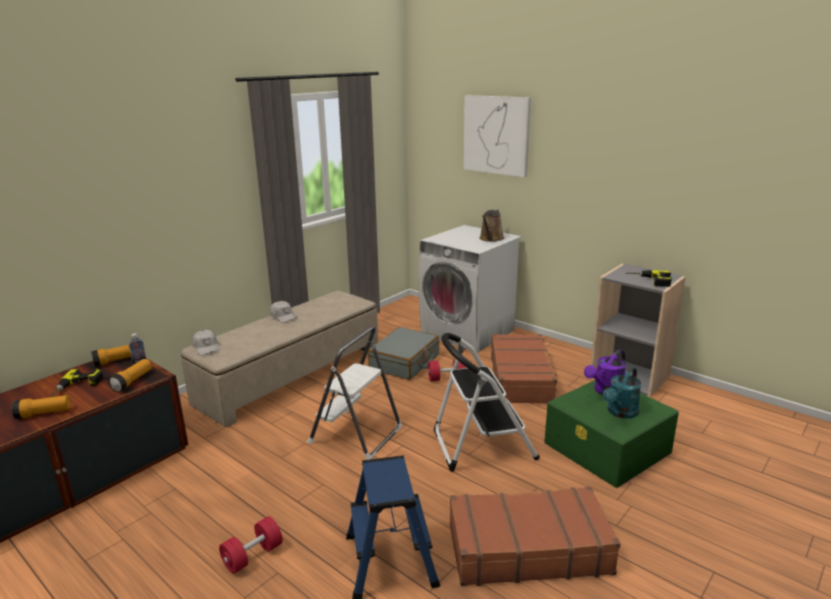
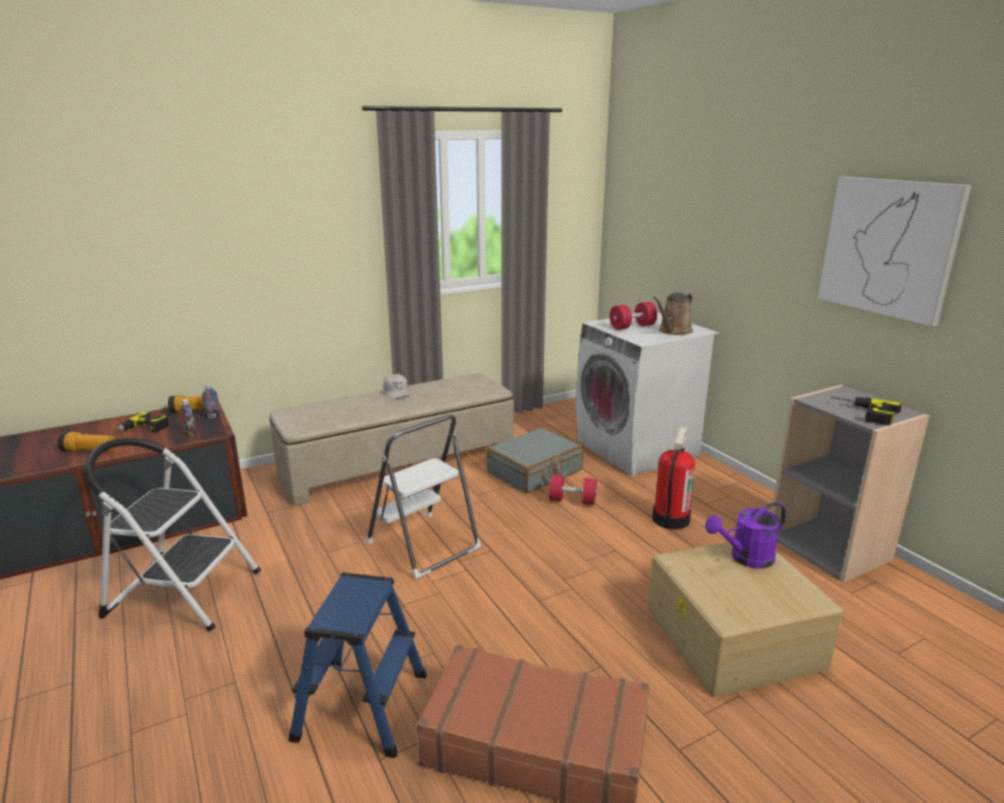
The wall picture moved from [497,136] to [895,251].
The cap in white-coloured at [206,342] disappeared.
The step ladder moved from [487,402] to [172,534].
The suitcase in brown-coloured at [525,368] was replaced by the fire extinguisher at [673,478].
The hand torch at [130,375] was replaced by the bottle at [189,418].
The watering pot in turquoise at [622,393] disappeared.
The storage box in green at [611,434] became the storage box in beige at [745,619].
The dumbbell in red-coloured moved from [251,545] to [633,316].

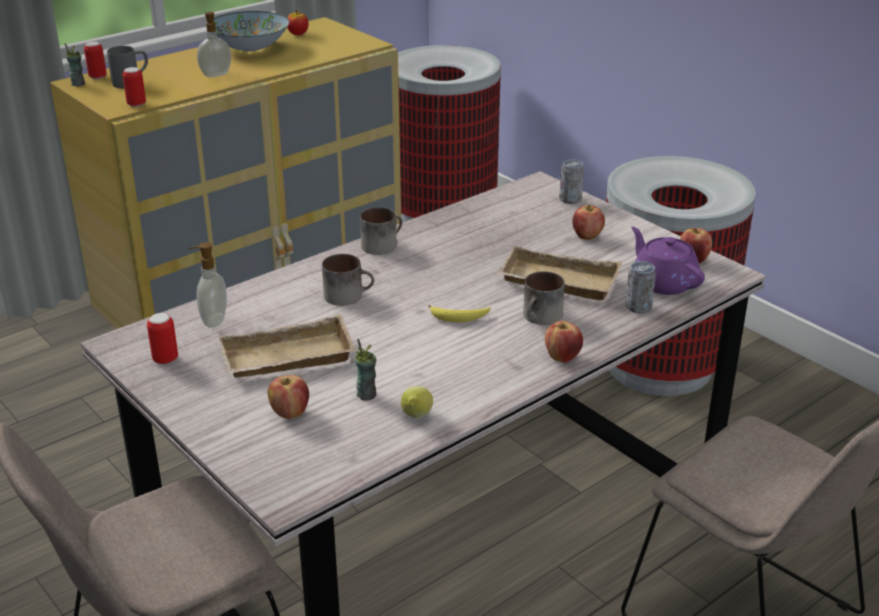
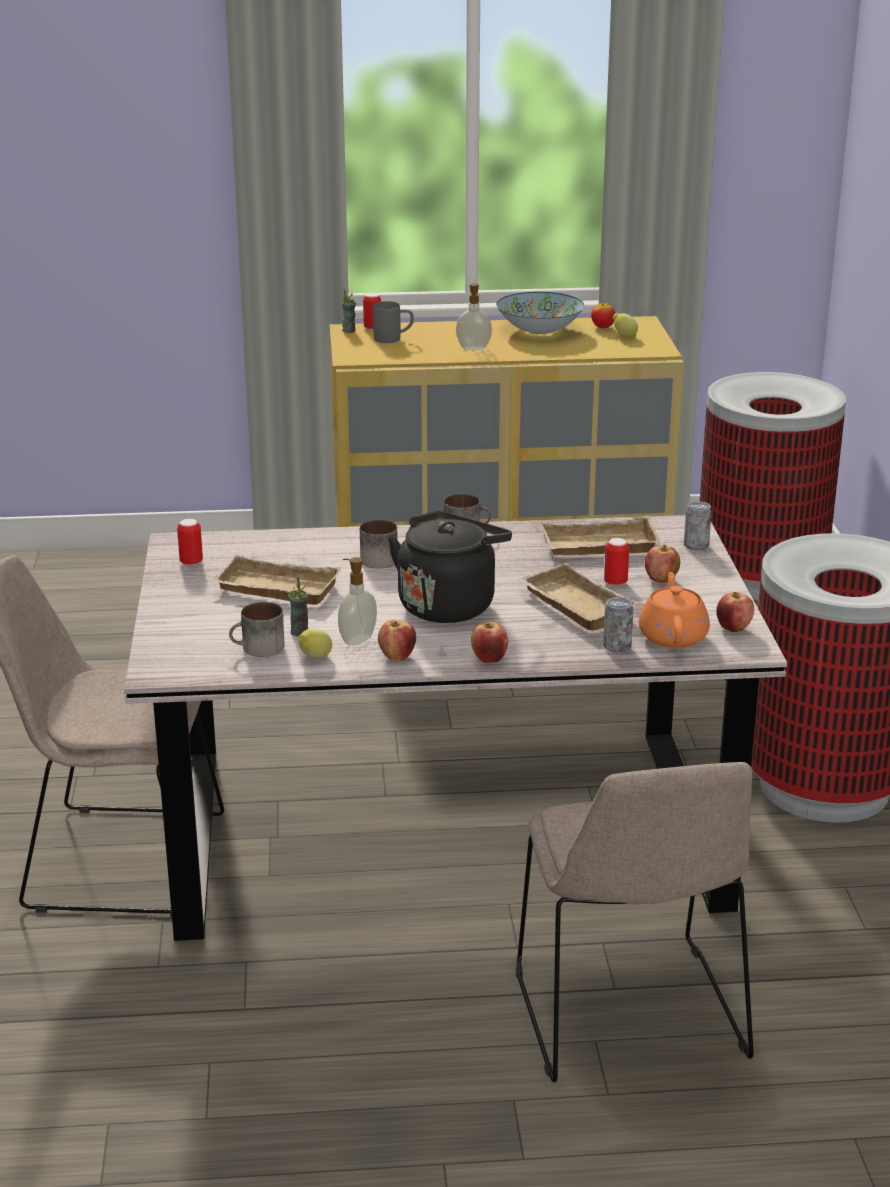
The can moved from [134,87] to [616,562].
The teapot in purple-coloured at [668,261] became the teapot in orangey at [674,610].
The liquid soap bottle moved from [208,285] to [357,601].
The mug moved from [544,298] to [257,629].
The banana fruit at [459,313] was replaced by the tea kettle in blackish at [450,567].
The whole apple moved from [288,397] to [397,640].
The whole lemon at [625,325] appeared.
The serving tray in beige at [601,535] appeared.

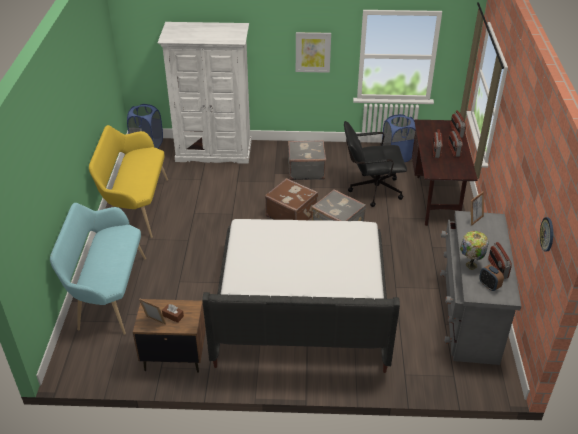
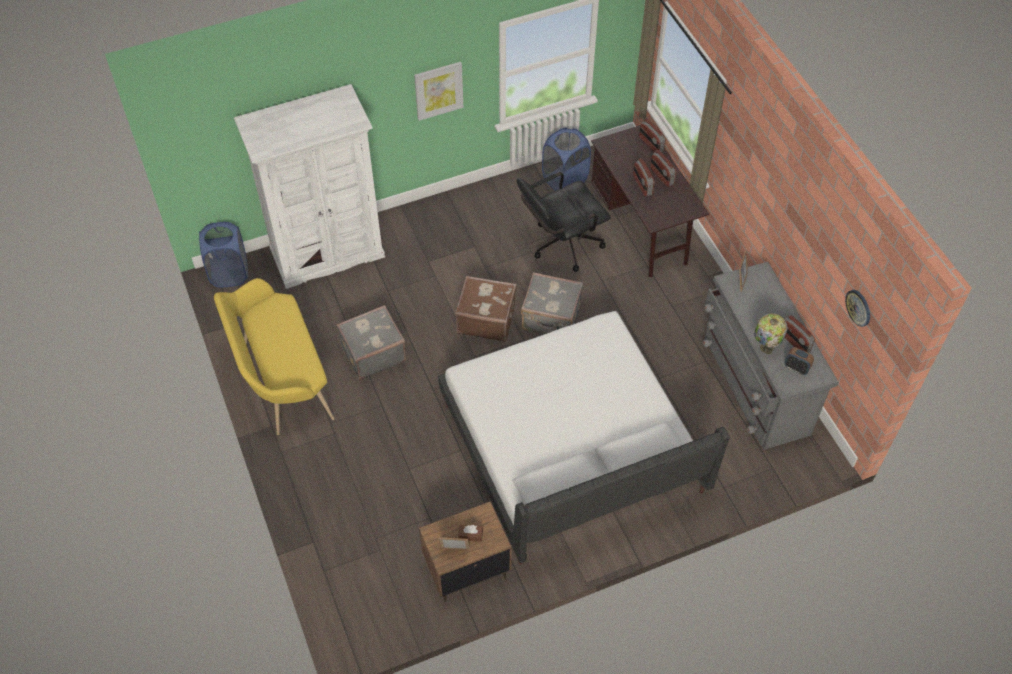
The suitcase in grey moved from [307,160] to [371,342].
The indoor bench in turquoise at [98,269] disappeared.

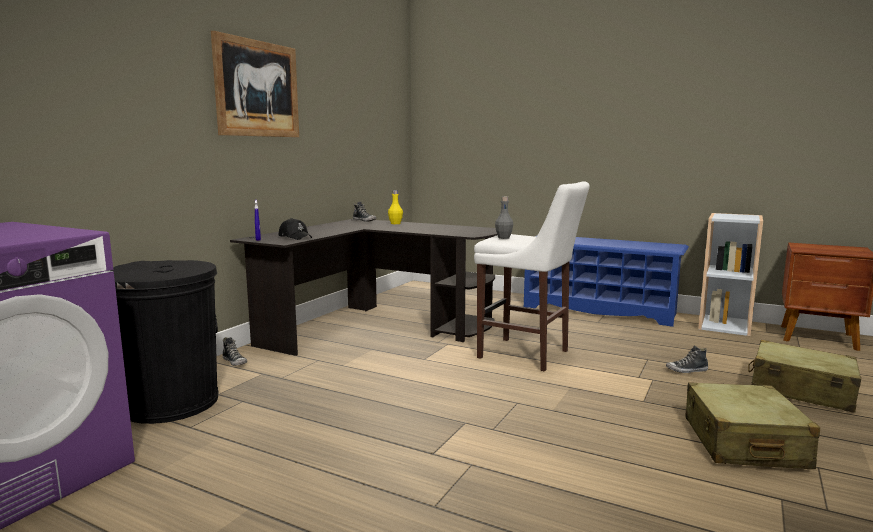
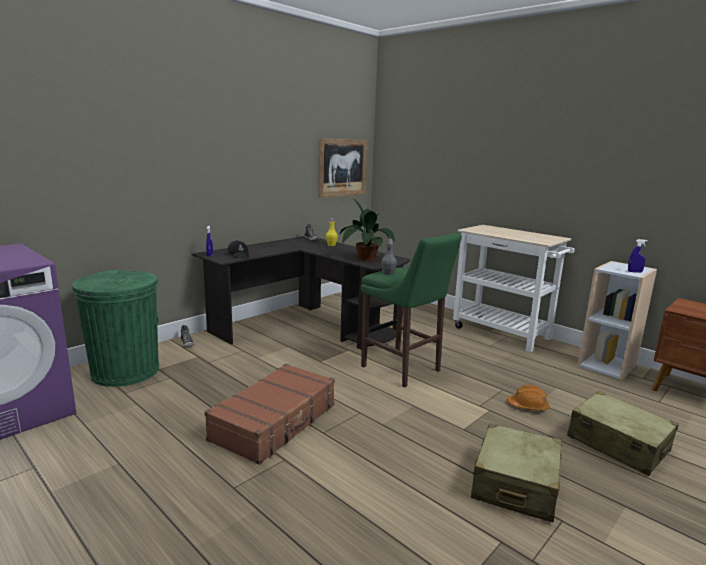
The wall picture moved from [255,84] to [342,168].
The stool in white-coloured at [532,276] became the stool in green at [411,310].
The shoe shelf in blue at [606,281] was replaced by the wheeled cart in white-coloured at [514,288].
The rubbish bin in blackish at [164,342] became the rubbish bin in green at [115,328].
The low shoe at [687,359] was replaced by the hard hat in orangey at [528,398].
The houseplant at [367,229] appeared.
The hand sprayer in blue at [638,256] appeared.
The suitcase in brown-coloured at [269,414] appeared.

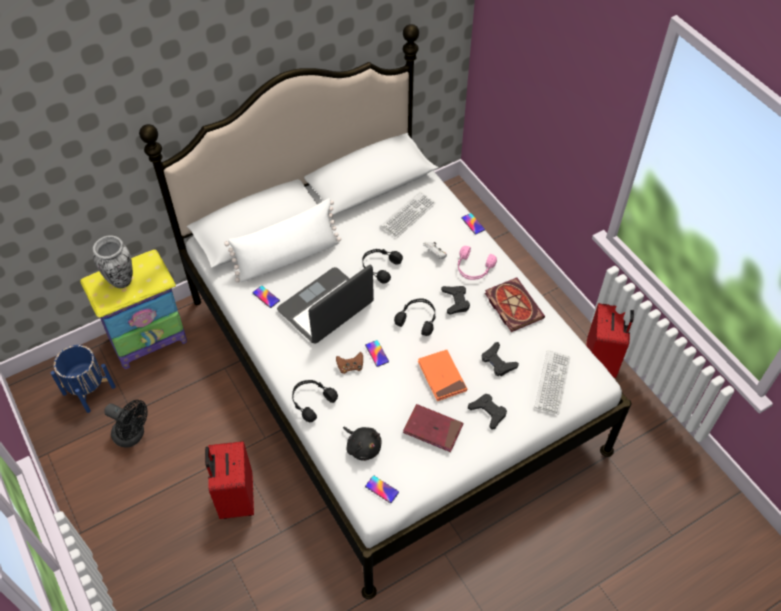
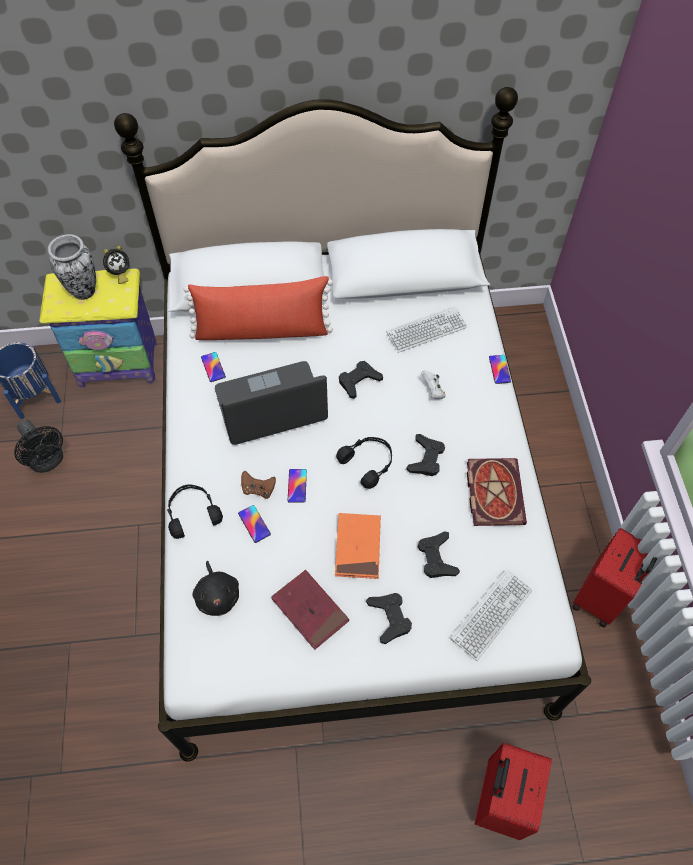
The throw pillow in white-coloured at [282,240] became the throw pillow in red-coloured at [258,308].
The pair of headphones in pinkish at [477,263] disappeared.
The pair of headphones in blackish at [382,266] was replaced by the game controller in blackish at [361,380].
The suitcase in red-coloured moved from [229,480] to [513,791].
The phone moved from [382,489] to [254,524].
The alarm clock at [116,265] appeared.

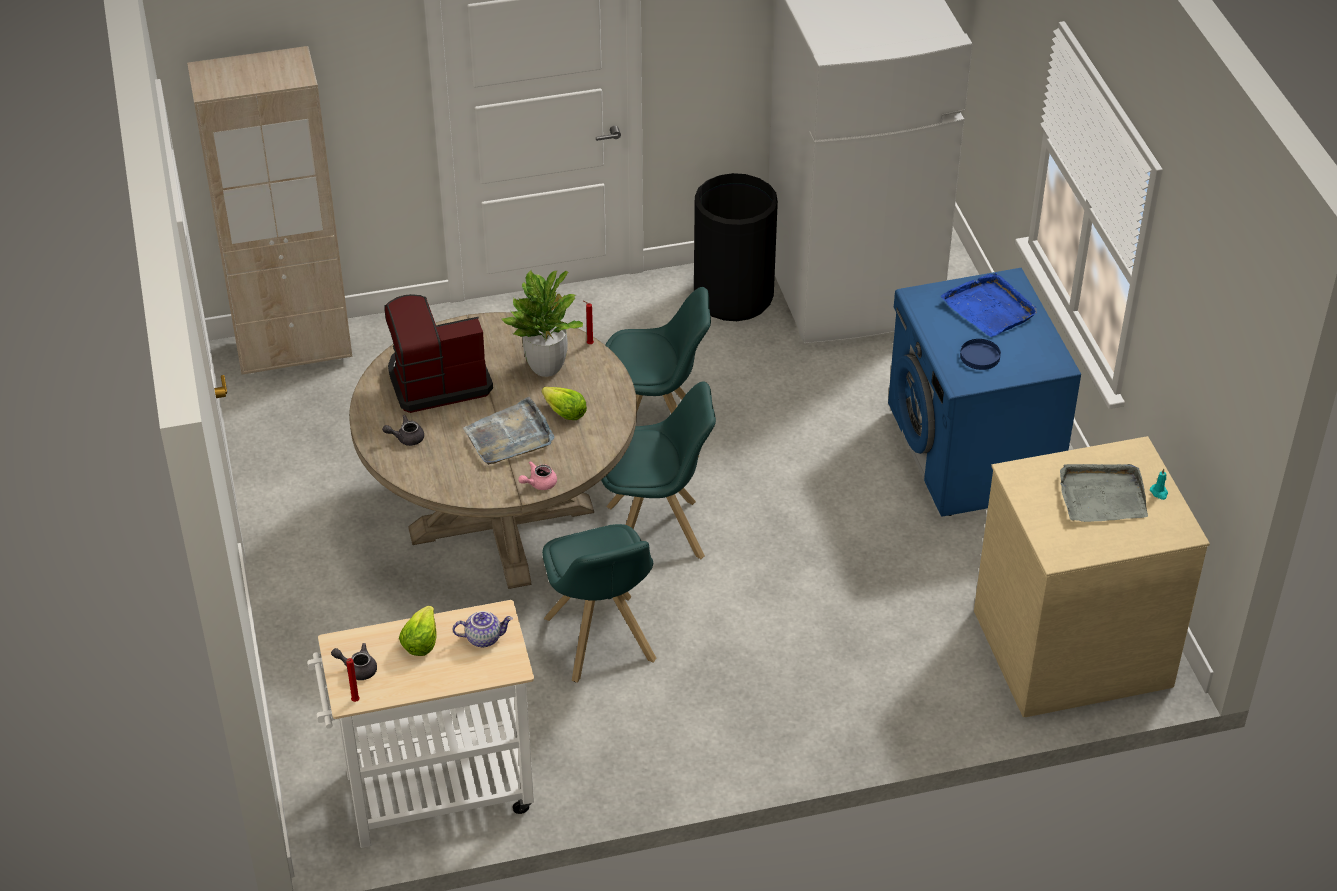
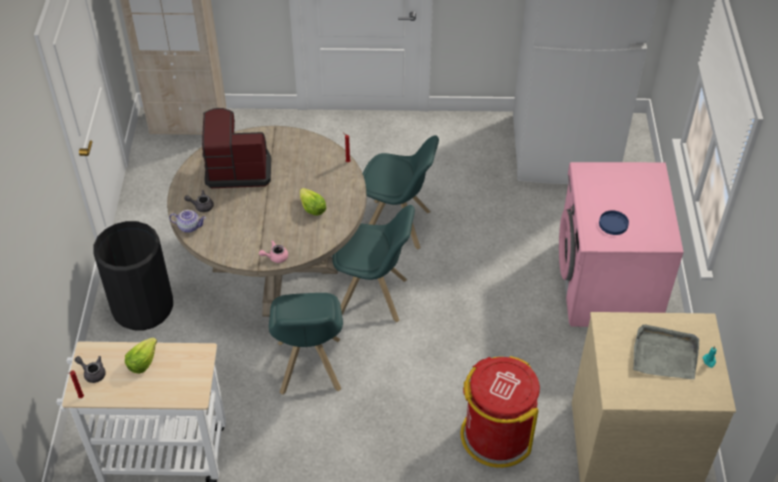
The rubbish bin in blackish moved from [736,247] to [133,275].
The washing machine in blue at [984,392] became the washing machine in pinkish at [621,244].
The houseplant at [542,323] disappeared.
The serving tray in blue at [989,305] disappeared.
The serving tray in grey at [508,431] disappeared.
The teapot moved from [483,629] to [187,221].
The rubbish bin in red-coloured at [500,412] appeared.

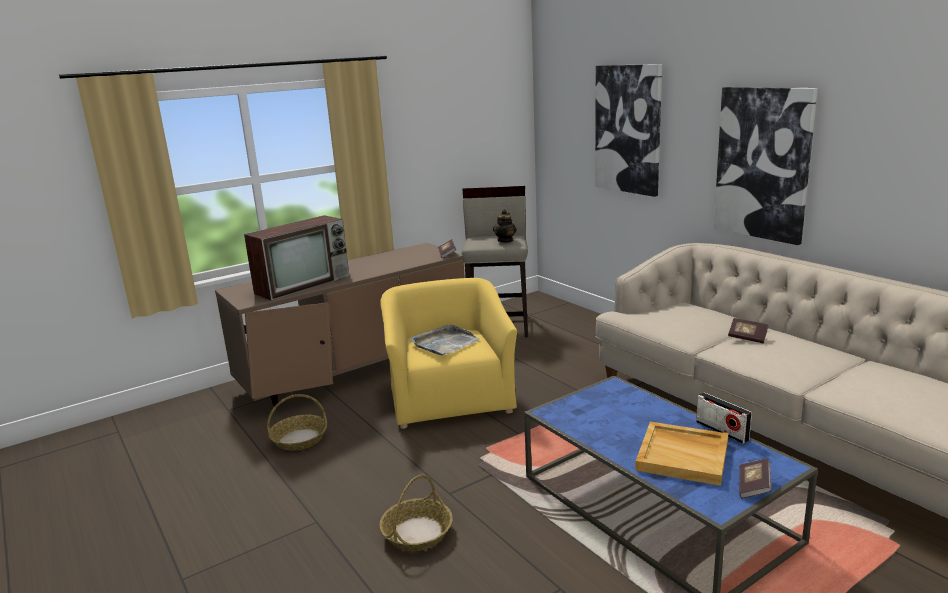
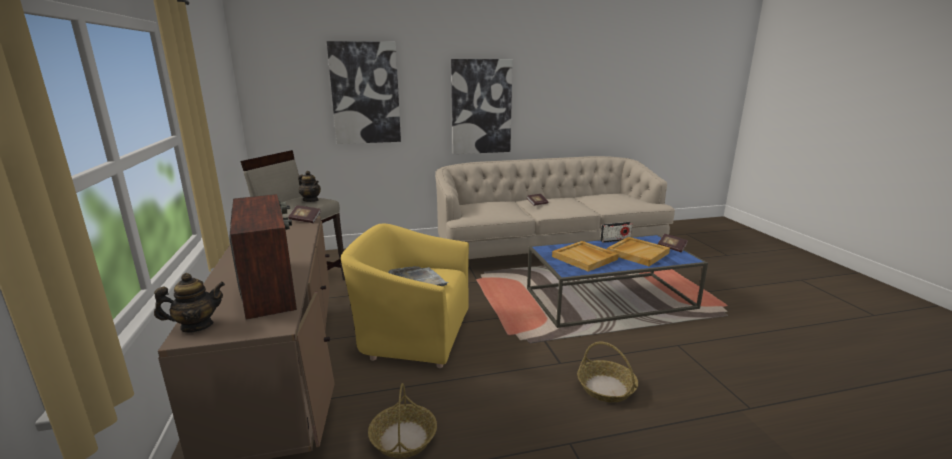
The serving tray in beige at [585,256] appeared.
The teapot at [189,303] appeared.

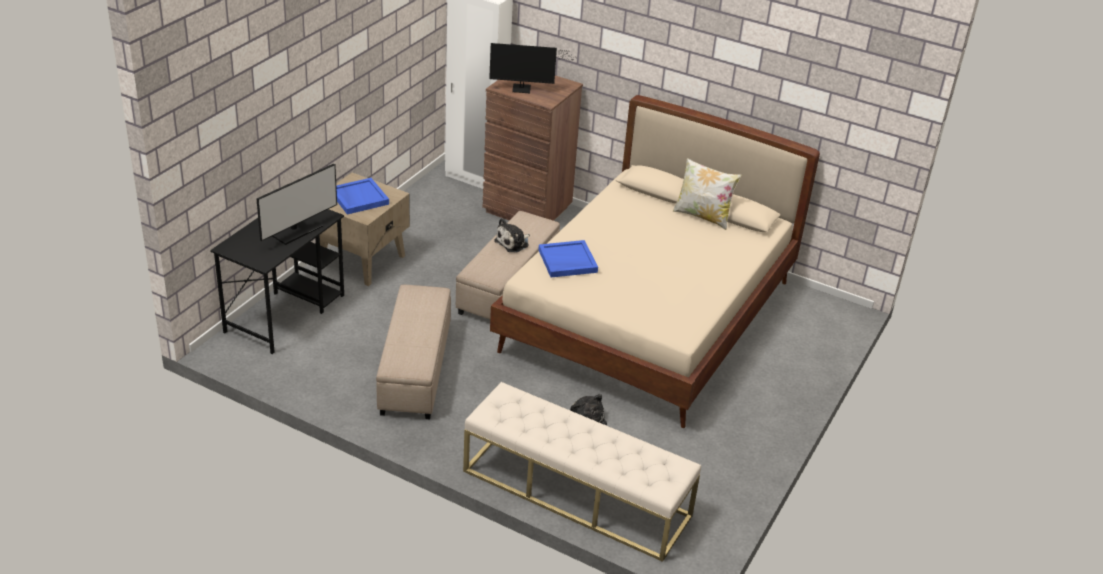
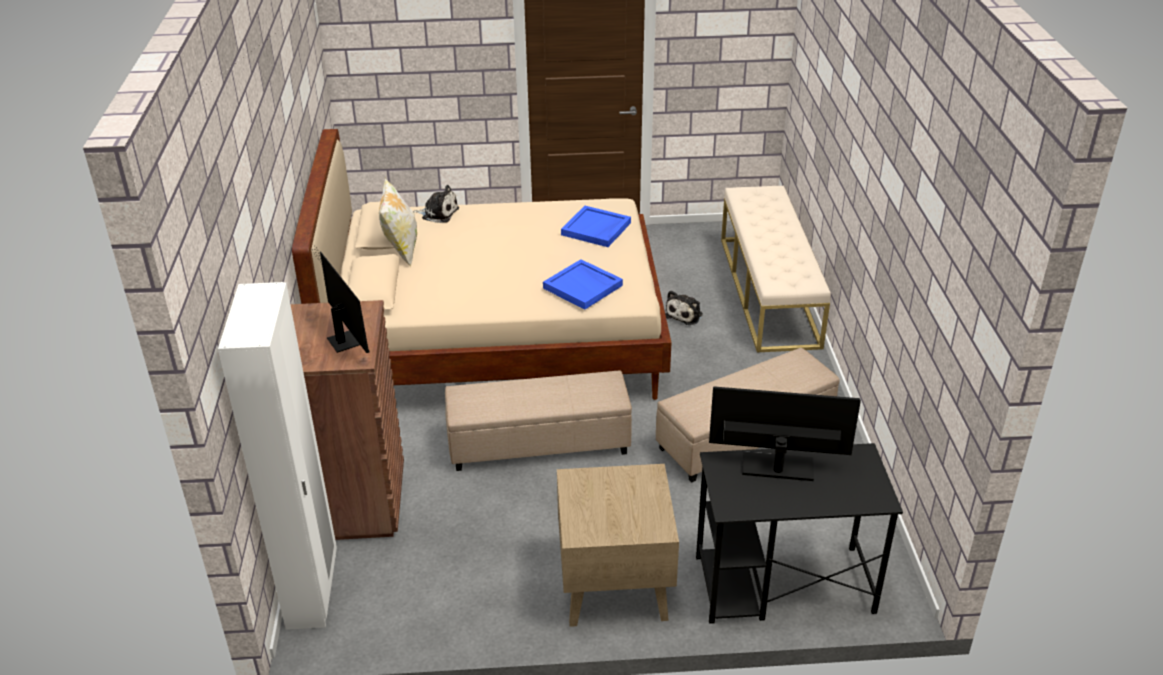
The serving tray in blue moved from [362,196] to [596,226].
The soft toy moved from [512,235] to [436,204].

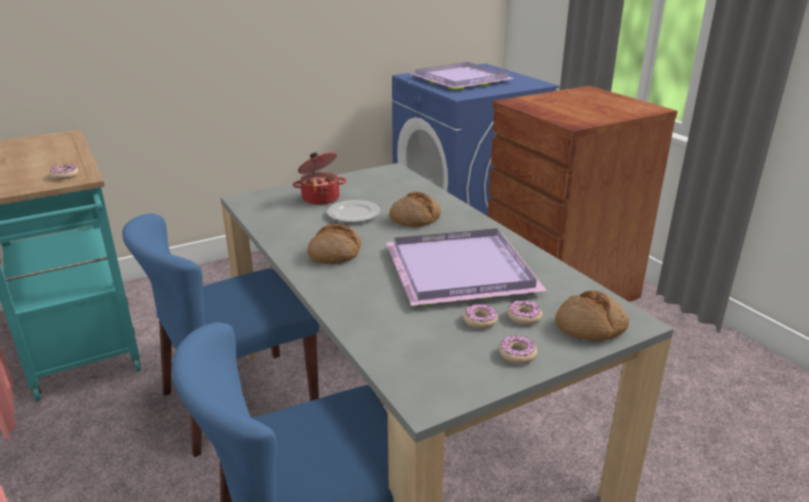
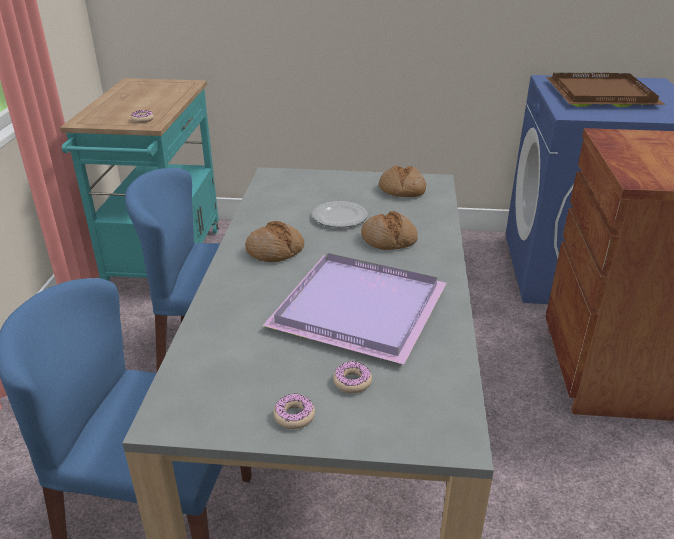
The serving tray in purple-coloured at [463,76] became the serving tray in brown-coloured at [605,89].
The stockpot at [320,178] disappeared.
The baked bread moved from [592,315] to [402,181].
The donut at [480,316] disappeared.

